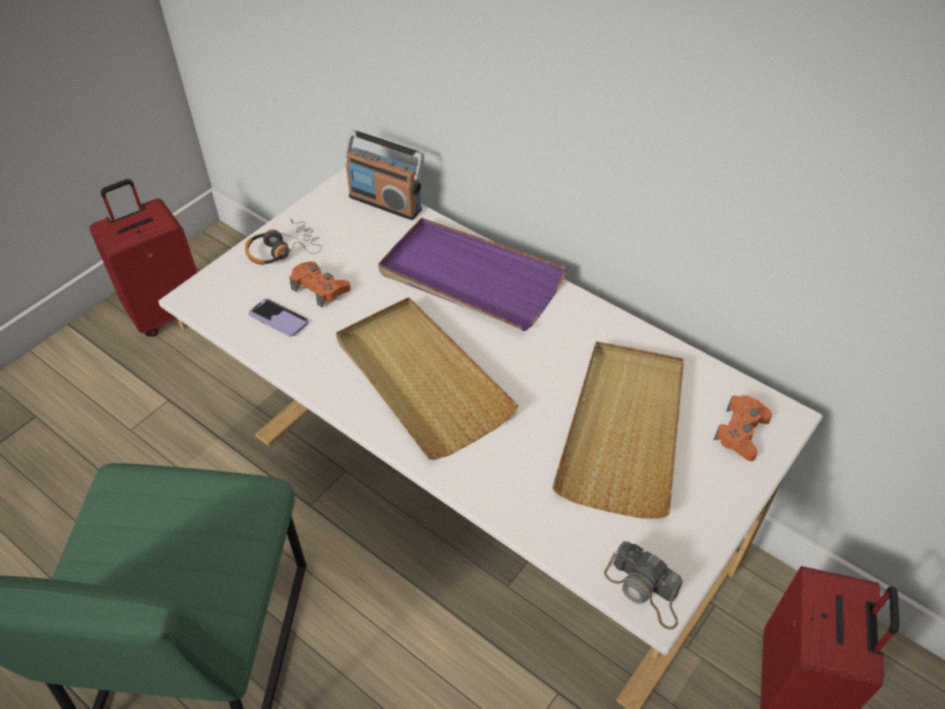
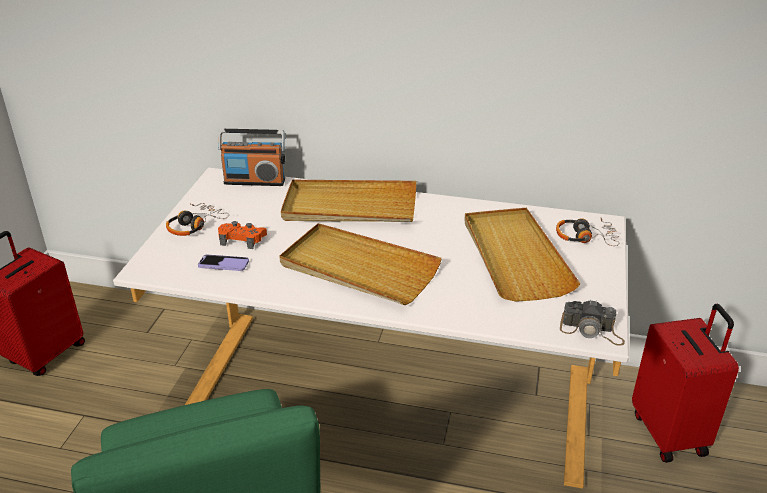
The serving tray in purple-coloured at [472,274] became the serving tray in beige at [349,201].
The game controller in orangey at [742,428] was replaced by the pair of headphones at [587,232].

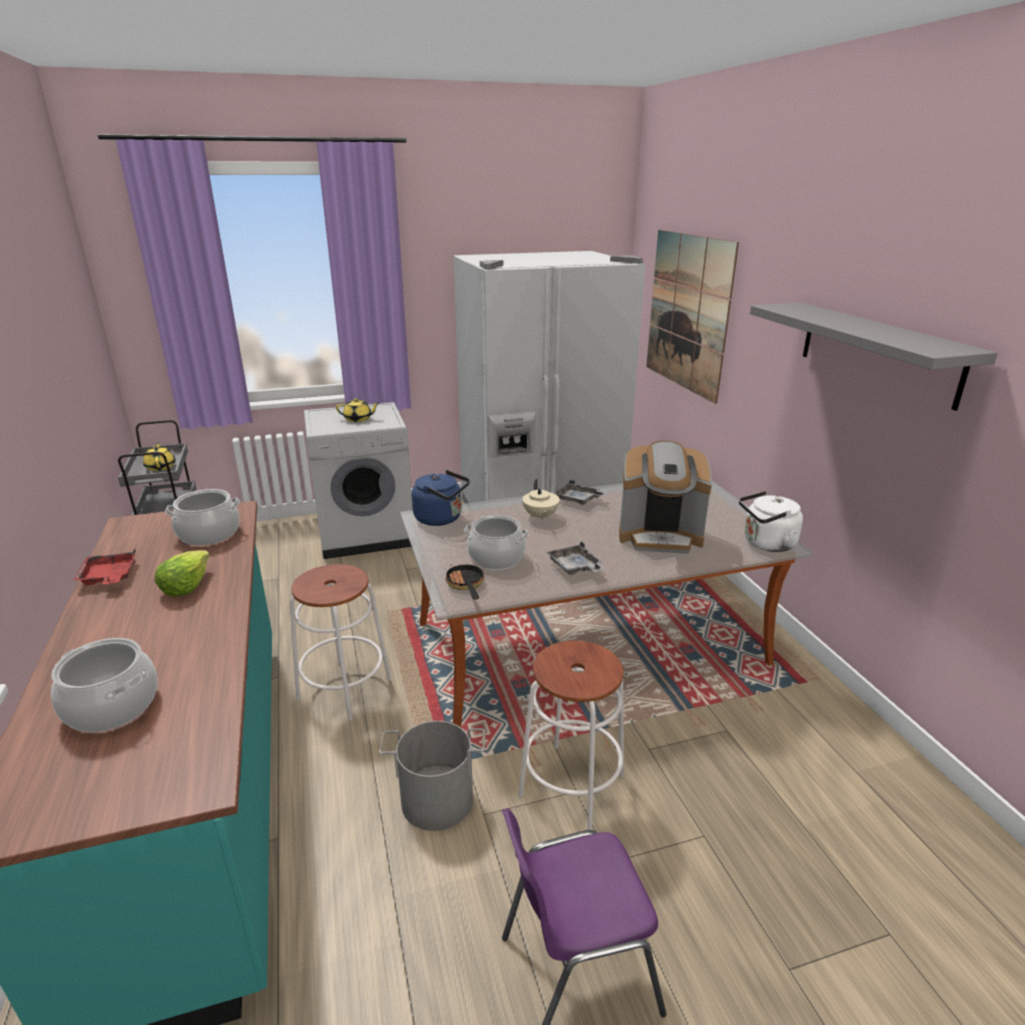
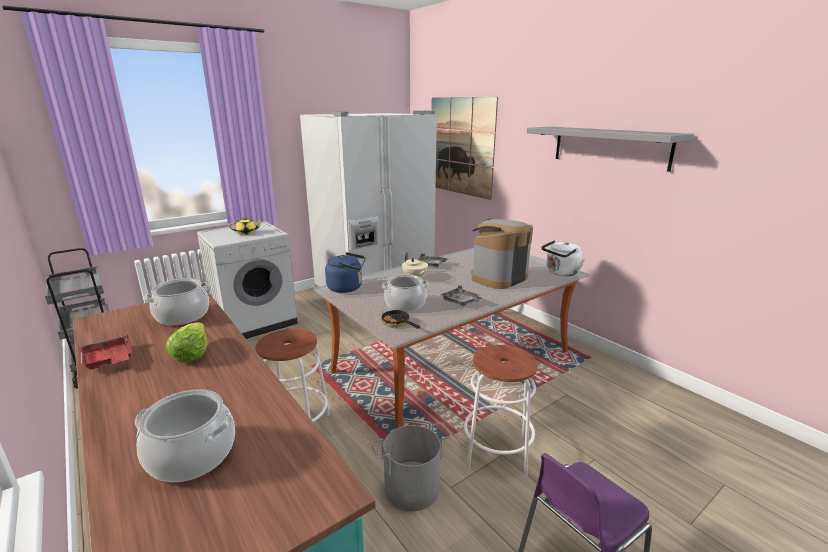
The coffee machine at [665,497] turned 150 degrees clockwise.
The teapot in yellowish at [159,457] disappeared.

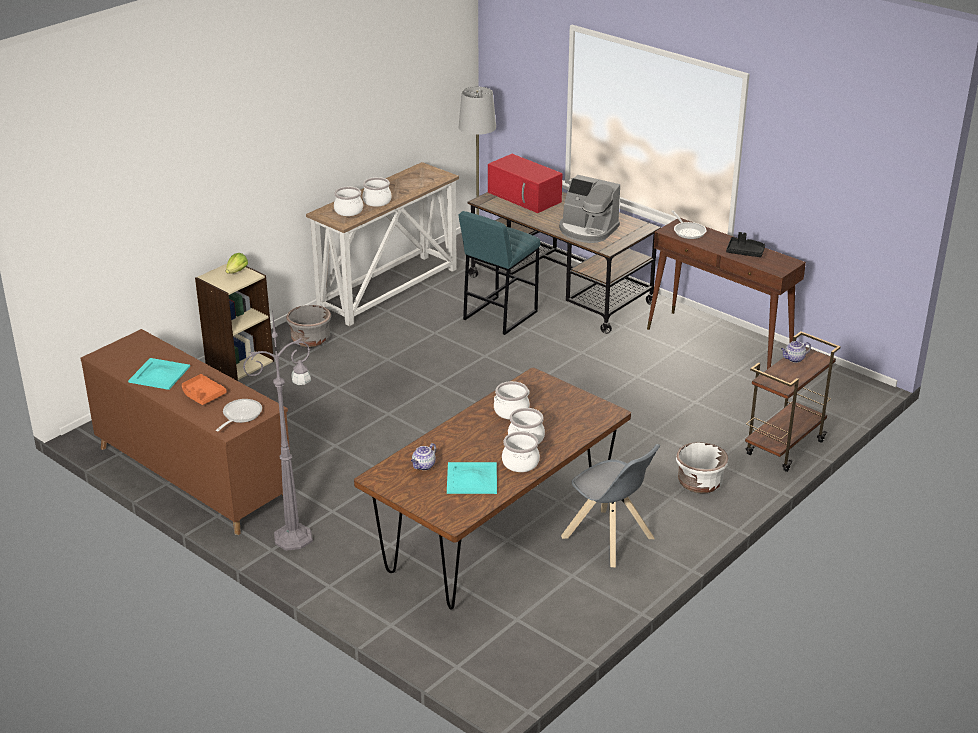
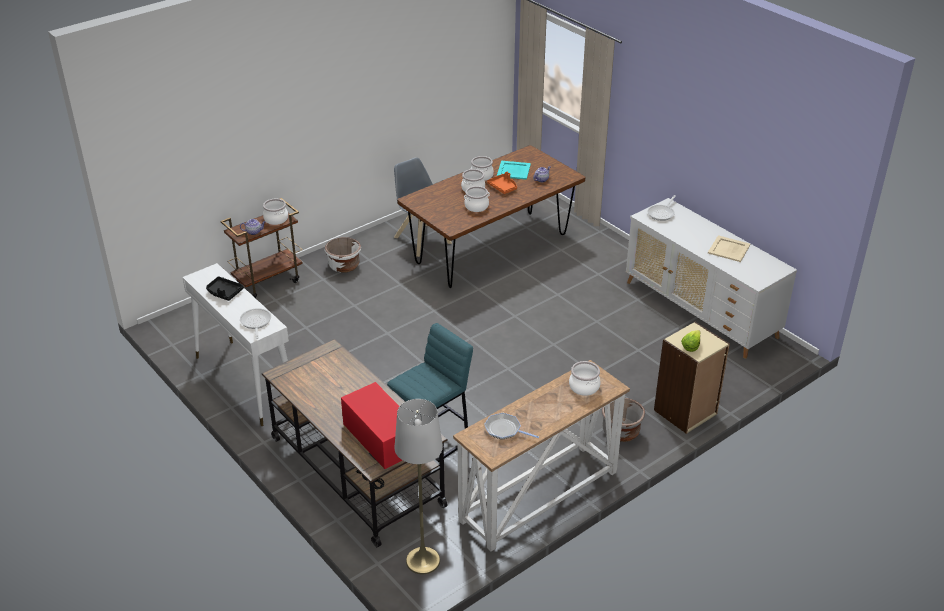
The coffee machine at [589,209] disappeared.
The stockpot moved from [376,192] to [275,212].
The narrow table in brown-coloured at [726,293] became the narrow table in white-coloured at [235,344].
The standard lamp in grey at [278,430] disappeared.
The chest of drawers in brown-coloured at [185,432] became the chest of drawers in white-coloured at [711,278].
The serving tray in turquoise at [159,374] became the serving tray in beige at [729,248].
The serving tray in orangey moved from [204,389] to [502,183].
The pan at [511,426] appeared.

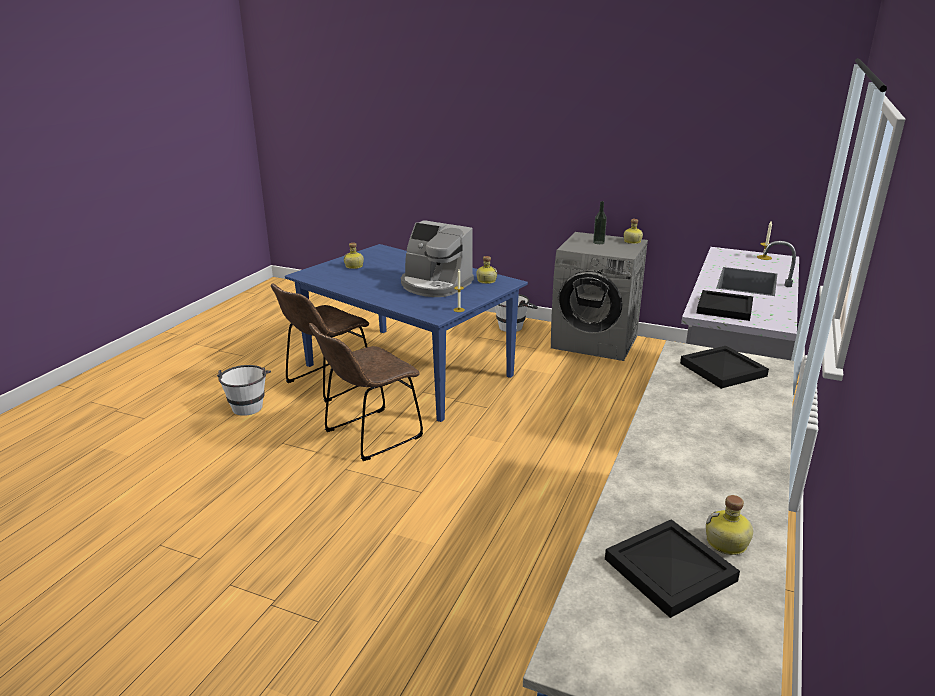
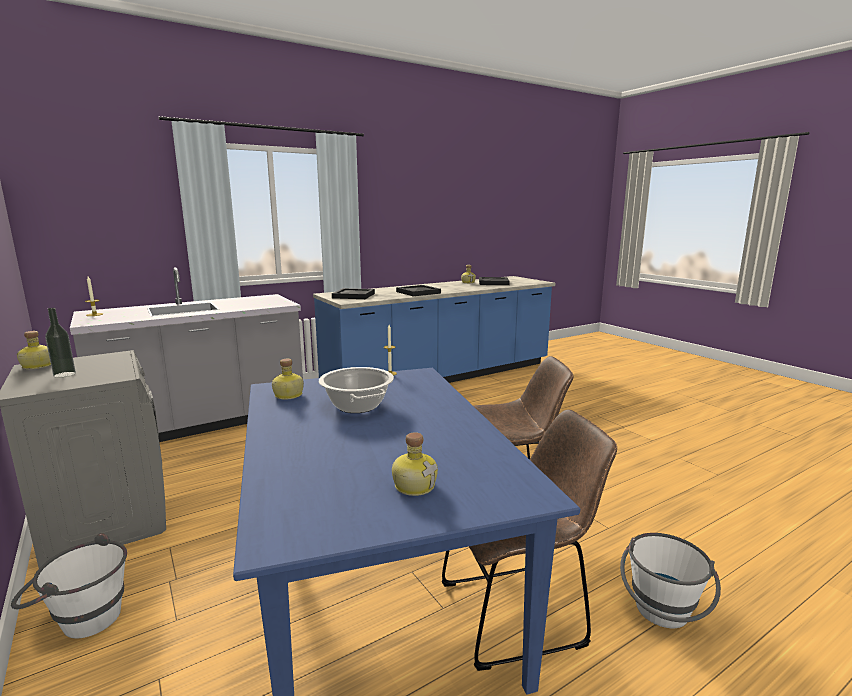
The coffee machine at [437,258] was replaced by the stockpot at [356,390].
The serving tray in blackish moved from [725,305] to [418,290].

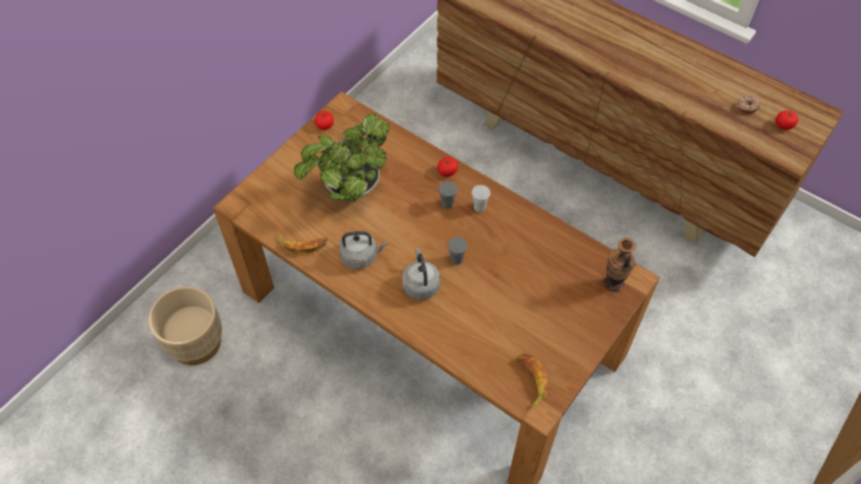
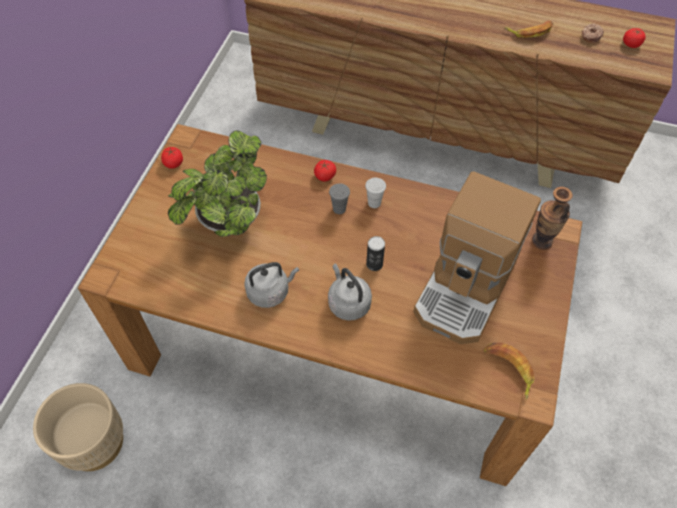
The banana fruit moved from [302,242] to [529,29].
The cup in grey at [457,251] was replaced by the can at [375,253].
The coffee machine at [477,257] appeared.

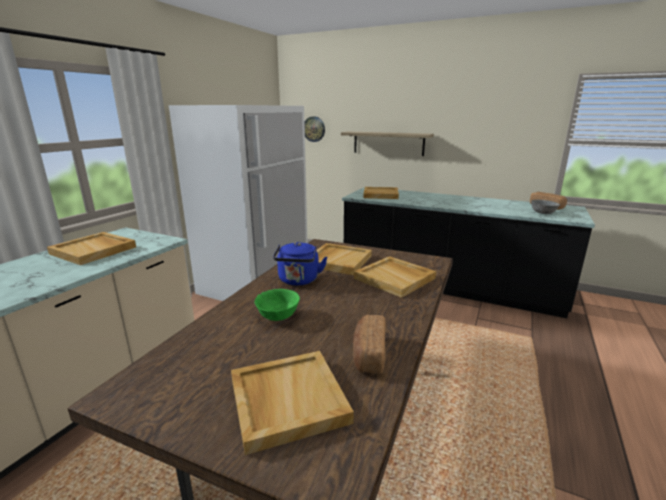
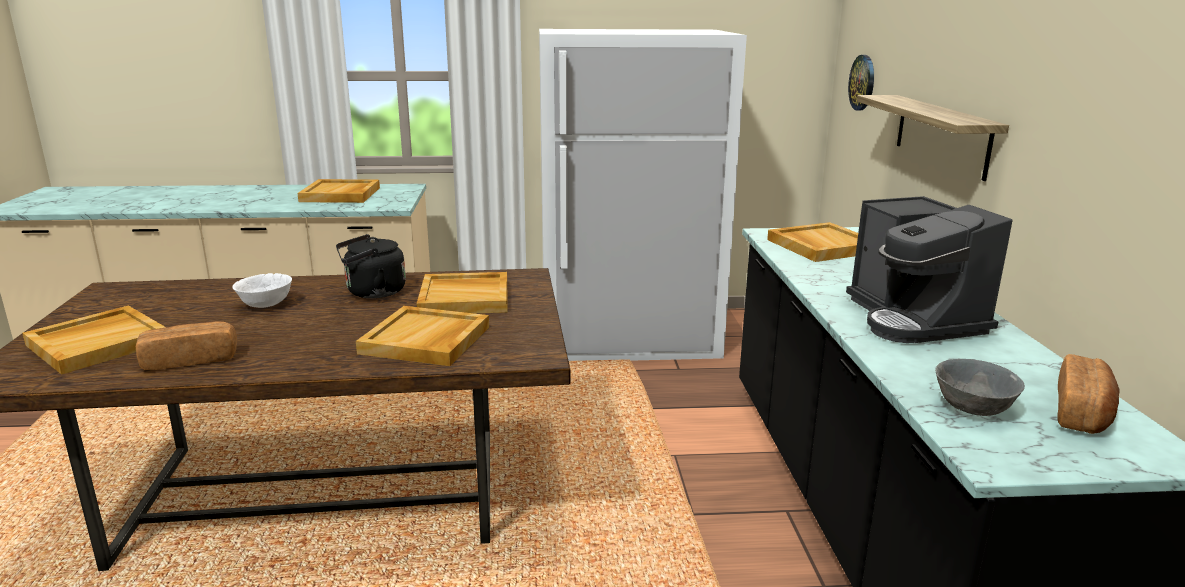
The tea kettle in blue at [300,264] became the tea kettle in blackish at [371,266].
The deep dish in green at [277,305] became the deep dish in white-coloured at [262,290].
The coffee machine at [929,269] appeared.

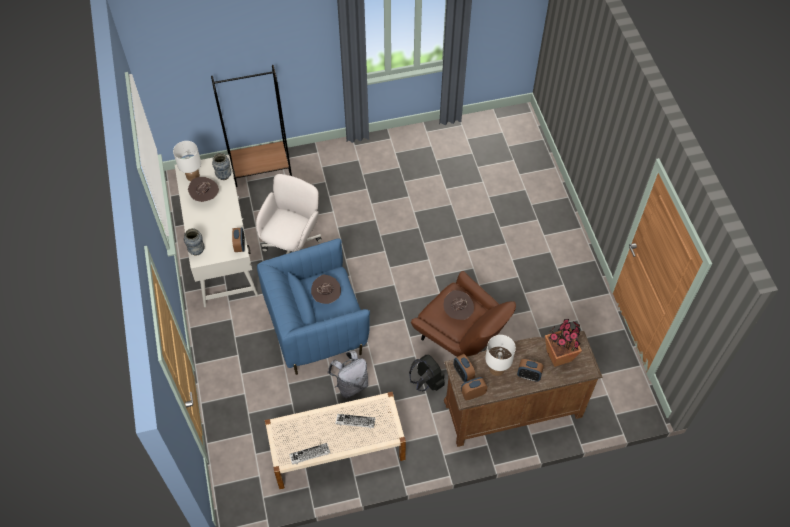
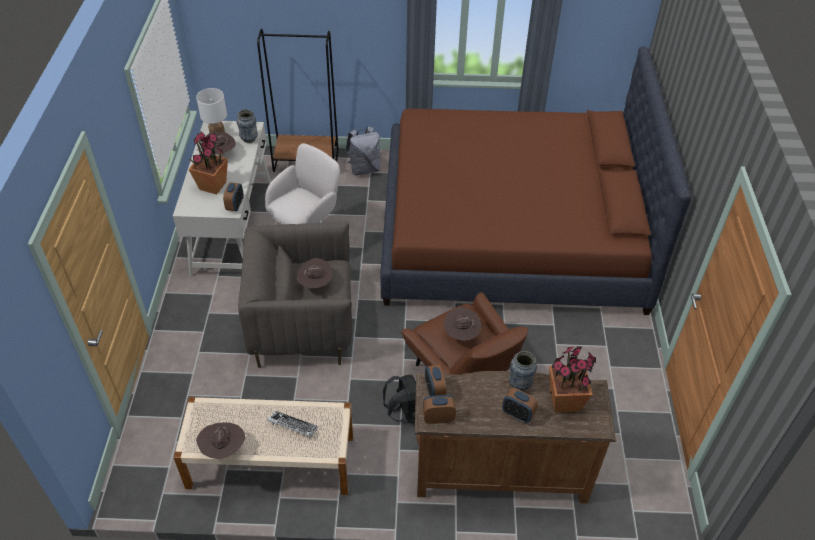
The vase moved from [194,241] to [523,371].
The easy chair in blue at [313,306] became the easy chair in grey at [295,294].
The tabletop lamp in white-coloured at [500,355] disappeared.
The rucksack in grey moved from [348,374] to [362,151].
The computer keyboard at [309,454] was replaced by the hat in brown-coloured at [220,440].
The bedroom bed in brown-coloured at [536,180] appeared.
The houseplant at [208,163] appeared.

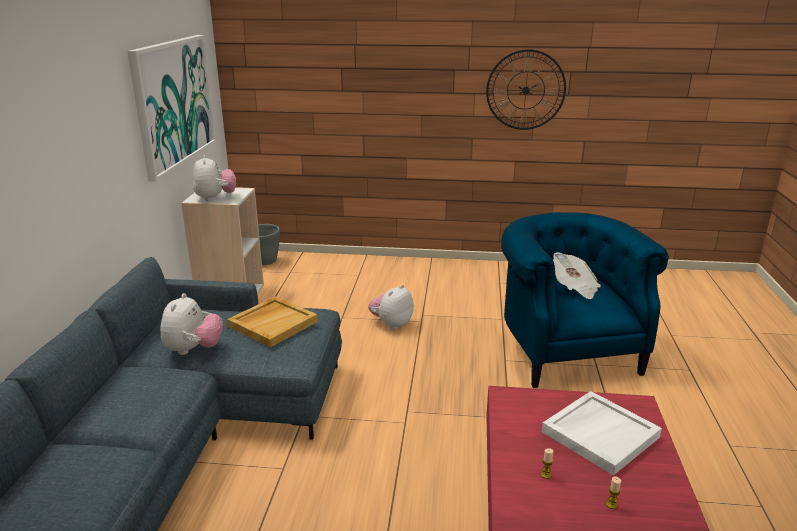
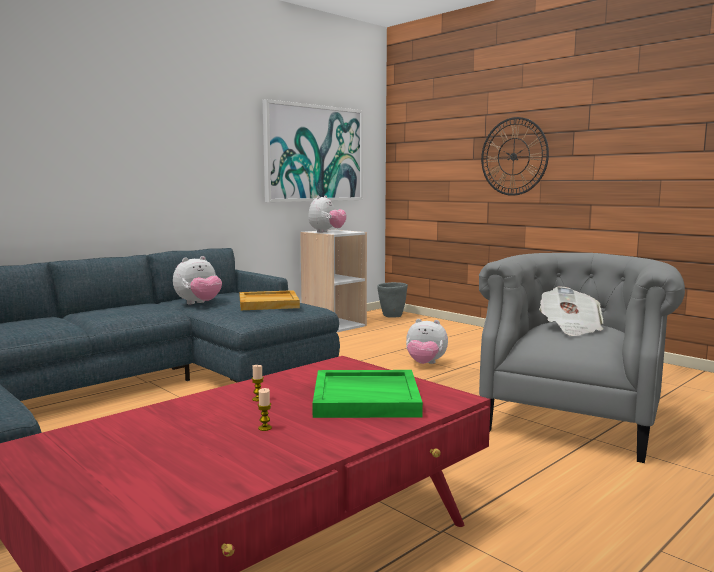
The clock on the wall moved from [526,89] to [515,156].
The easy chair in blue at [585,300] became the easy chair in grey at [582,358].
The soft toy at [391,307] turned 150 degrees counterclockwise.
The serving tray in white-coloured at [602,433] became the serving tray in green at [367,394].

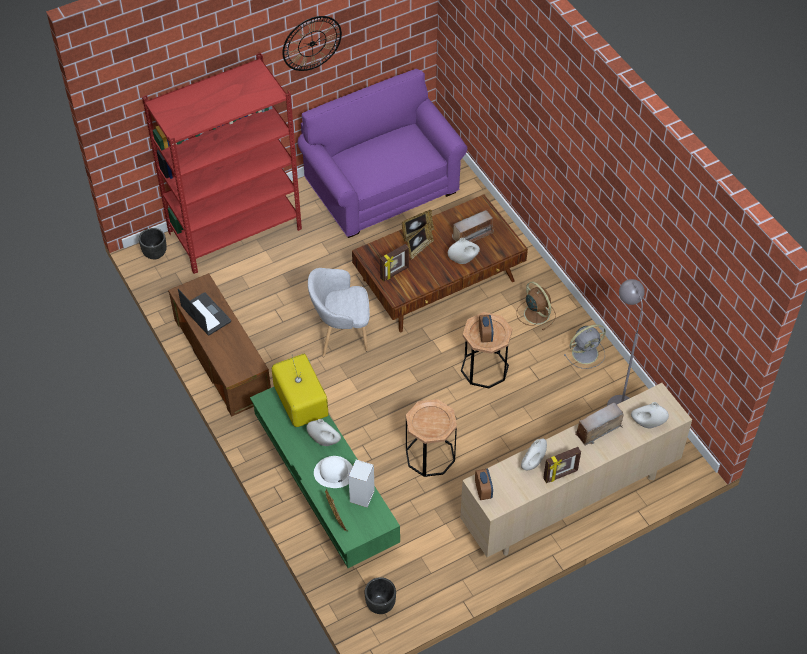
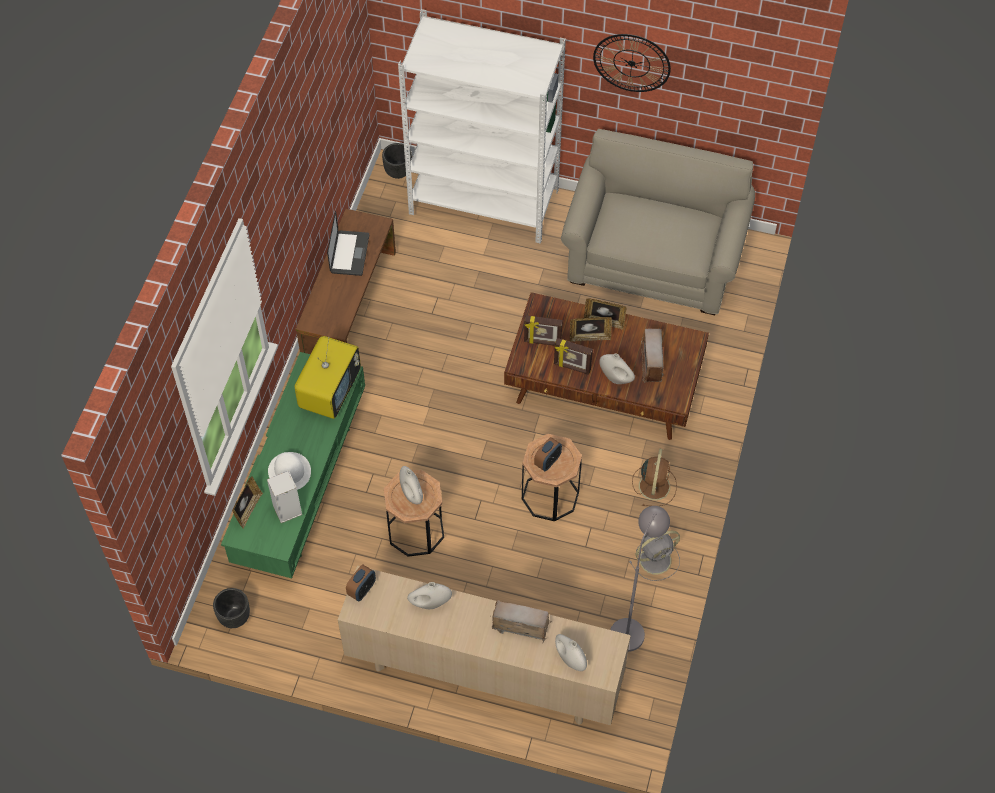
The bookcase in red-coloured at [222,163] became the bookcase in white-coloured at [482,126].
The sofa in purple-coloured at [382,153] became the sofa in beige at [658,222].
The radio at [473,226] turned 75 degrees clockwise.
The easy chair in grey at [339,312] disappeared.
The cooling fan in grey at [585,346] turned 45 degrees counterclockwise.
The vase in white-coloured moved from [323,432] to [411,485].
The picture frame moved from [562,465] to [573,356].

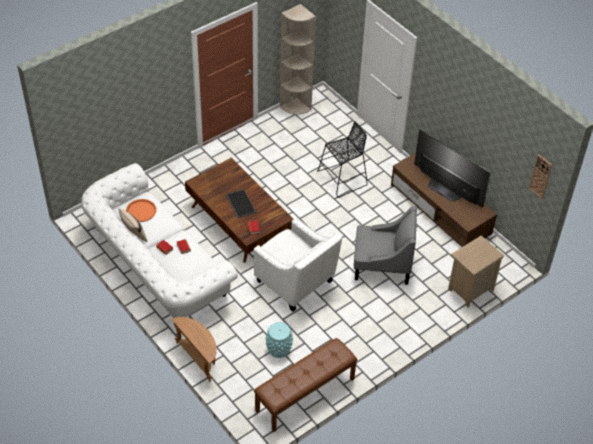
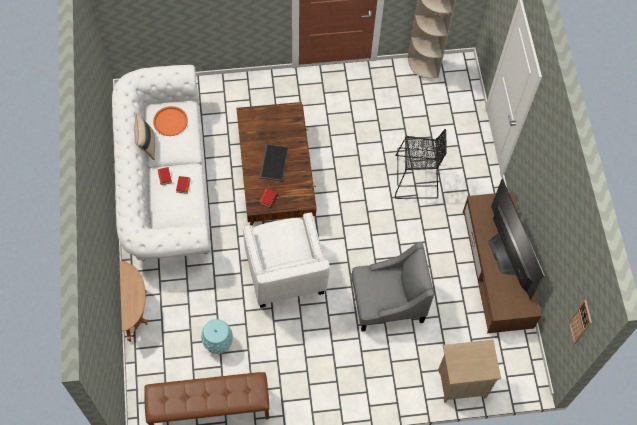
The easy chair in grey at [385,245] turned 45 degrees counterclockwise.

